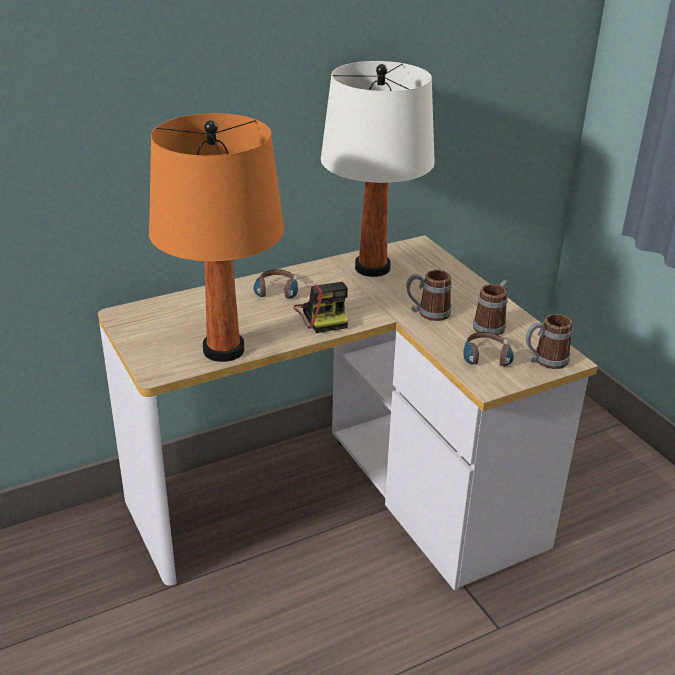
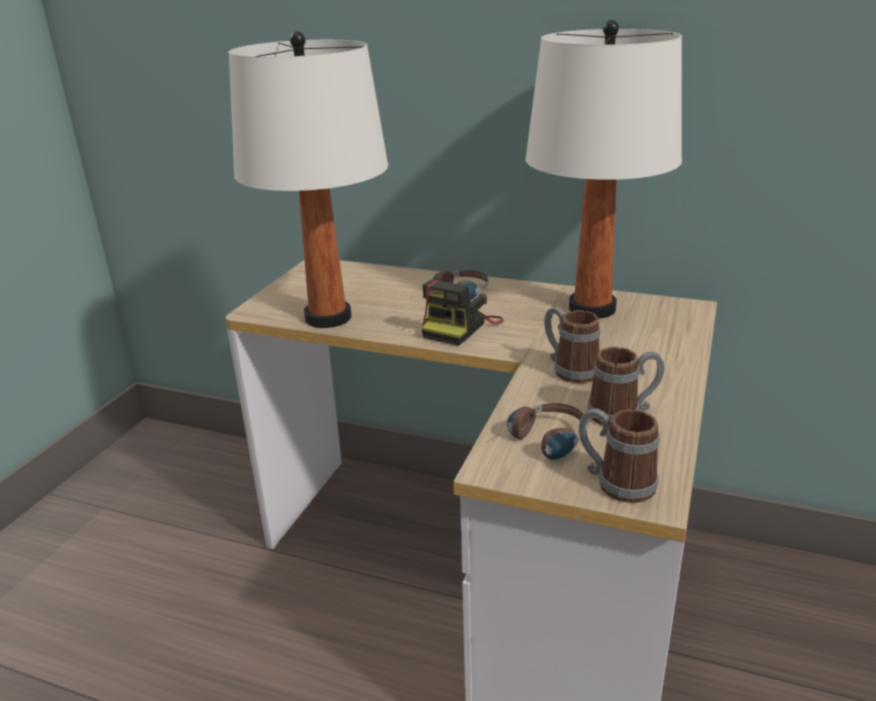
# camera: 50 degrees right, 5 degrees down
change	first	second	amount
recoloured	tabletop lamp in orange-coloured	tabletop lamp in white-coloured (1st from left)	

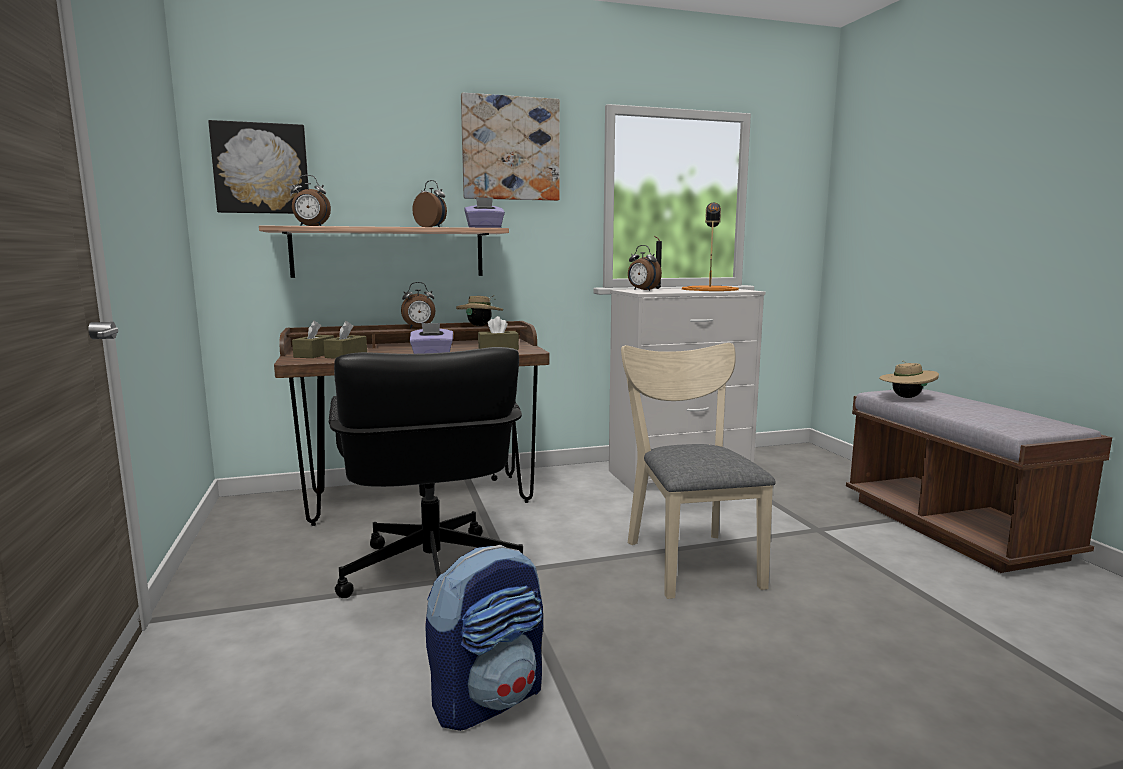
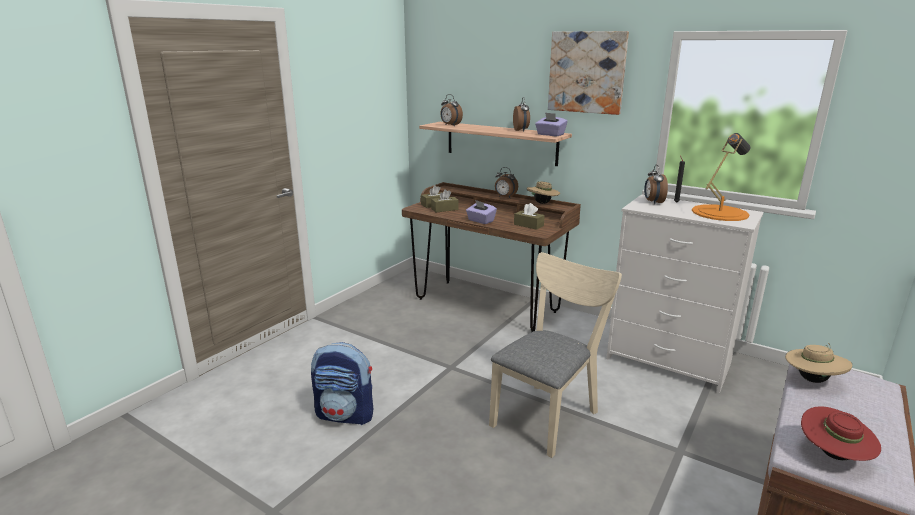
# camera: 50 degrees right, 10 degrees up
change	first	second	amount
removed	picture (1st from left)		
removed	desk chair in black-coloured		
added		clothing hat in red-coloured	

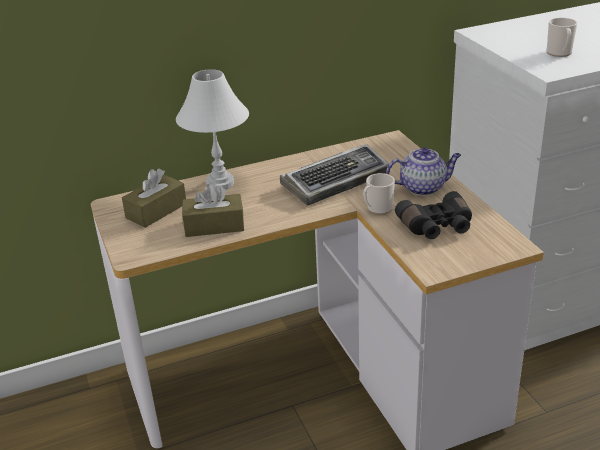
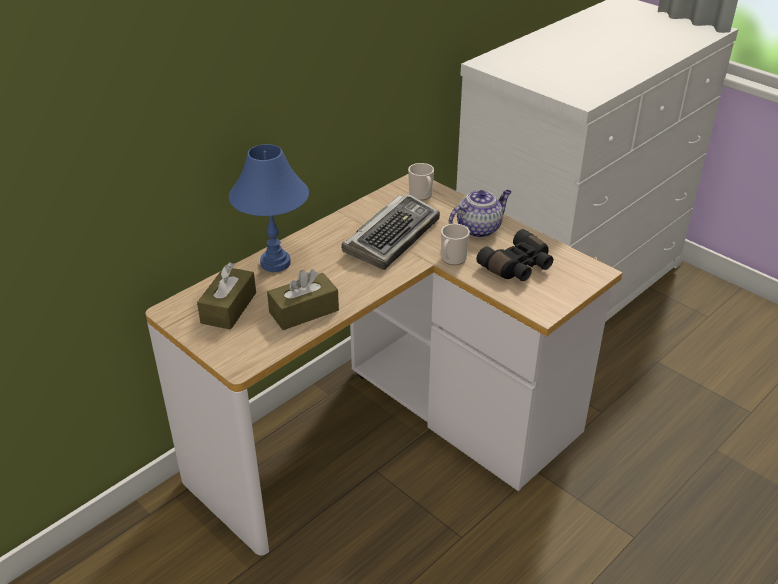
# camera: 25 degrees left, 5 degrees up
change	first	second	amount
moved	mug (2nd from left in the first image)	mug (1st from left)	
recoloured	tabletop lamp in white-coloured	tabletop lamp in bluish	

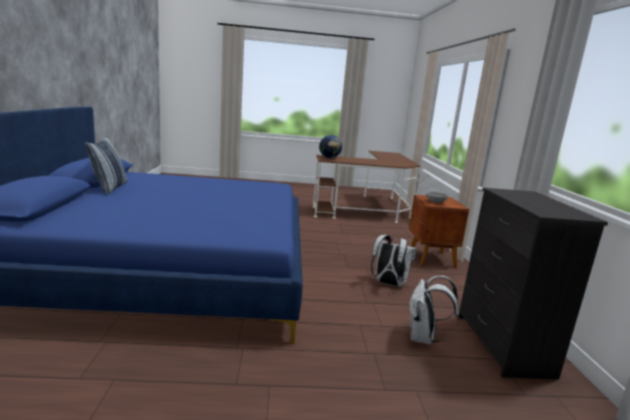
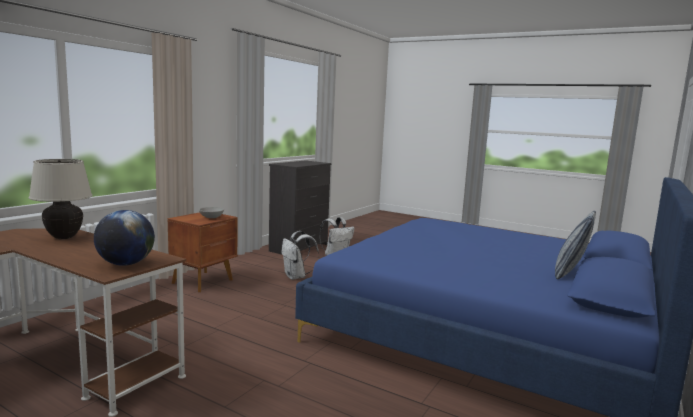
# camera: 145 degrees left, 5 degrees down
change	first	second	amount
added		tabletop lamp in beige	

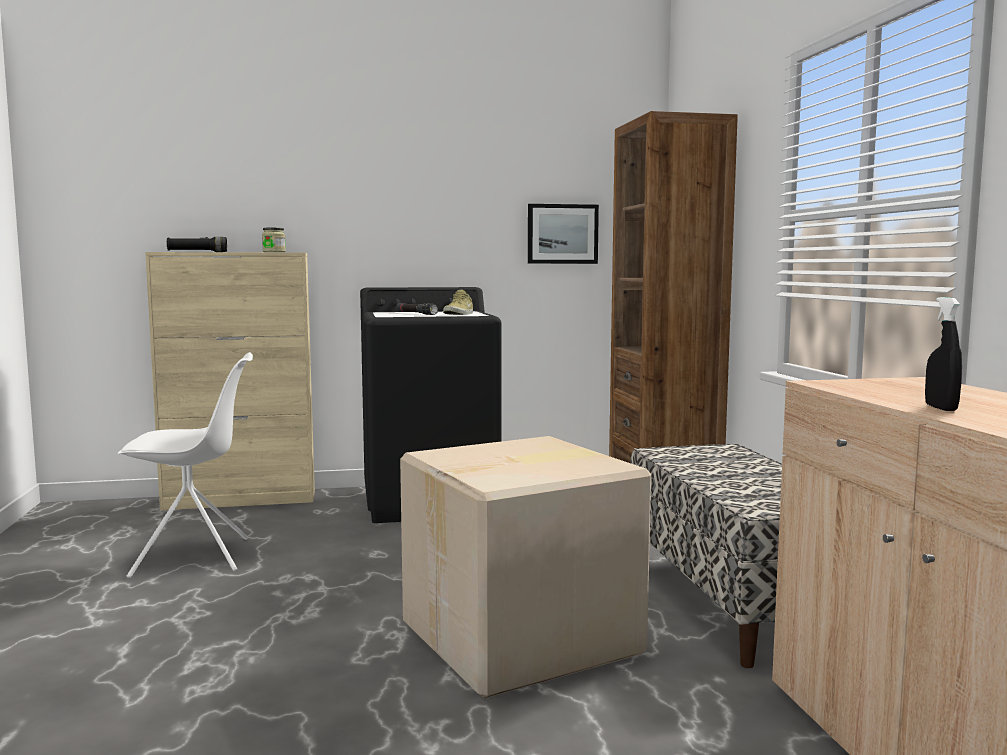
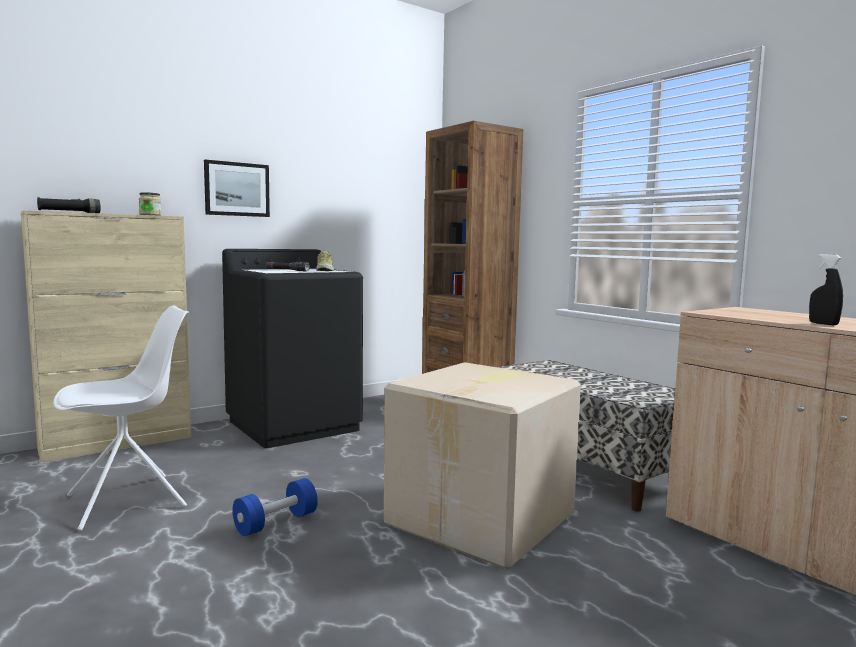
# camera: 25 degrees left, 0 degrees up
change	first	second	amount
added		dumbbell in bluish	
moved	picture		

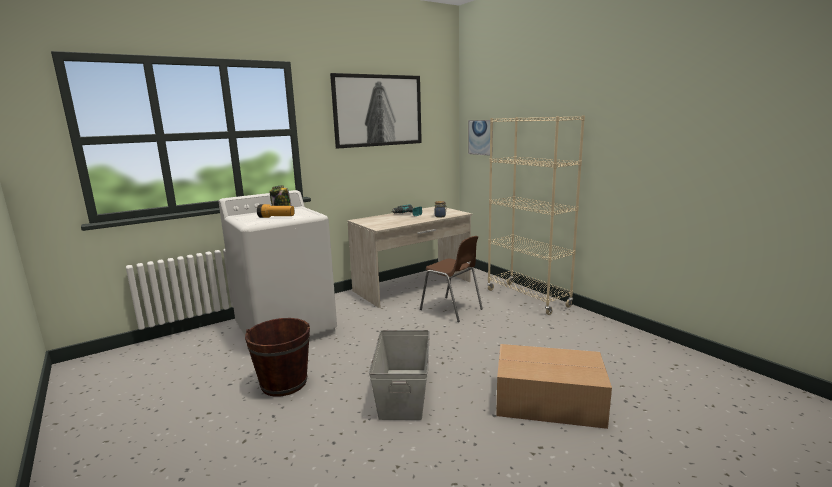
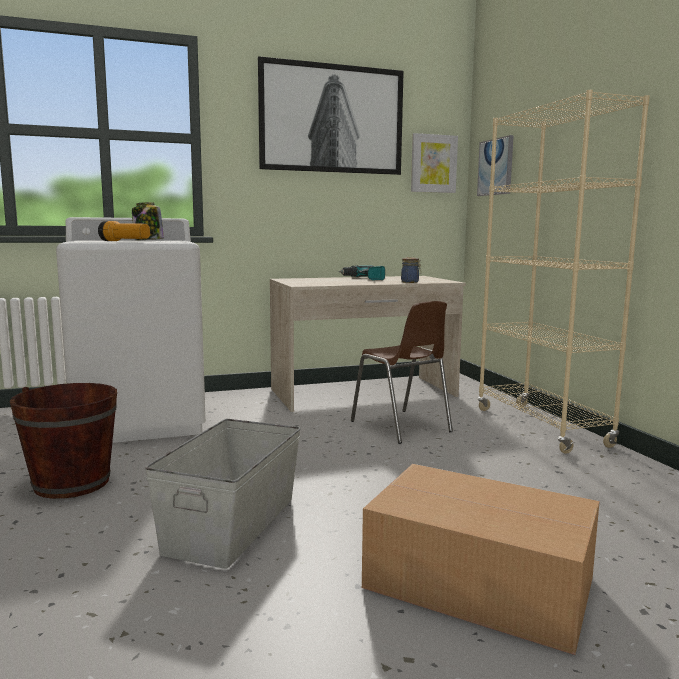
# camera: 15 degrees right, 5 degrees down
change	first	second	amount
added		picture (2nd from left)	

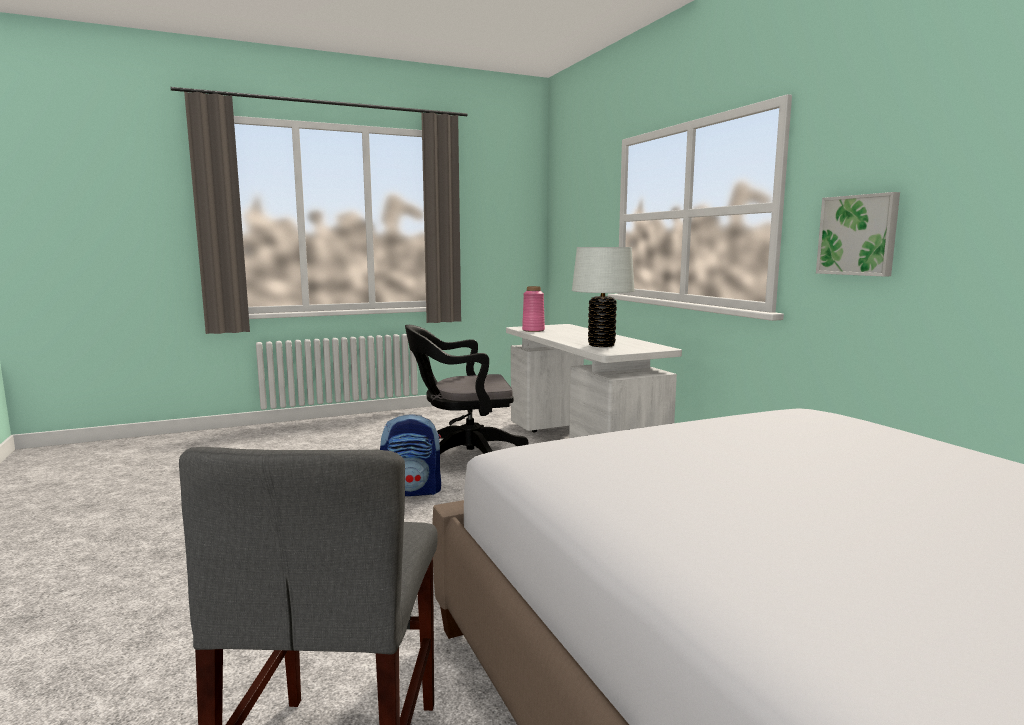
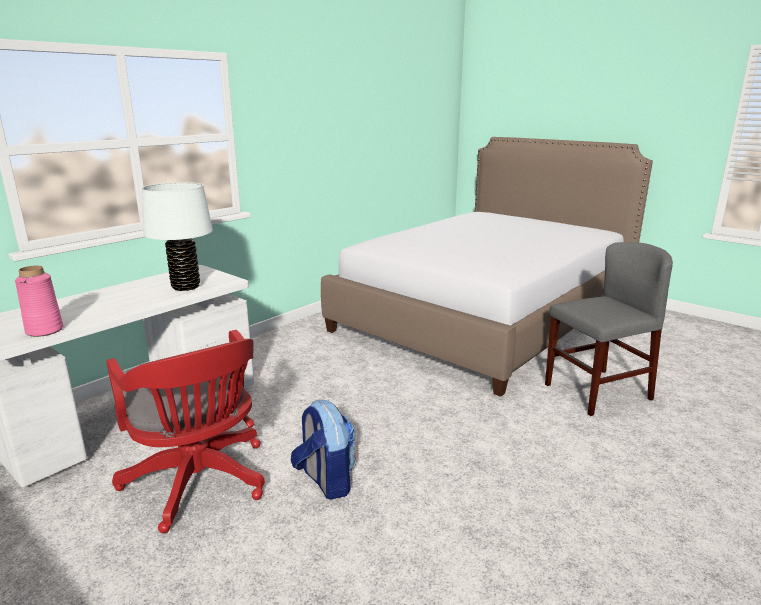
# camera: 115 degrees left, 10 degrees up
change	first	second	amount
removed	picture		
recoloured	desk chair in black-coloured	desk chair in red-coloured	

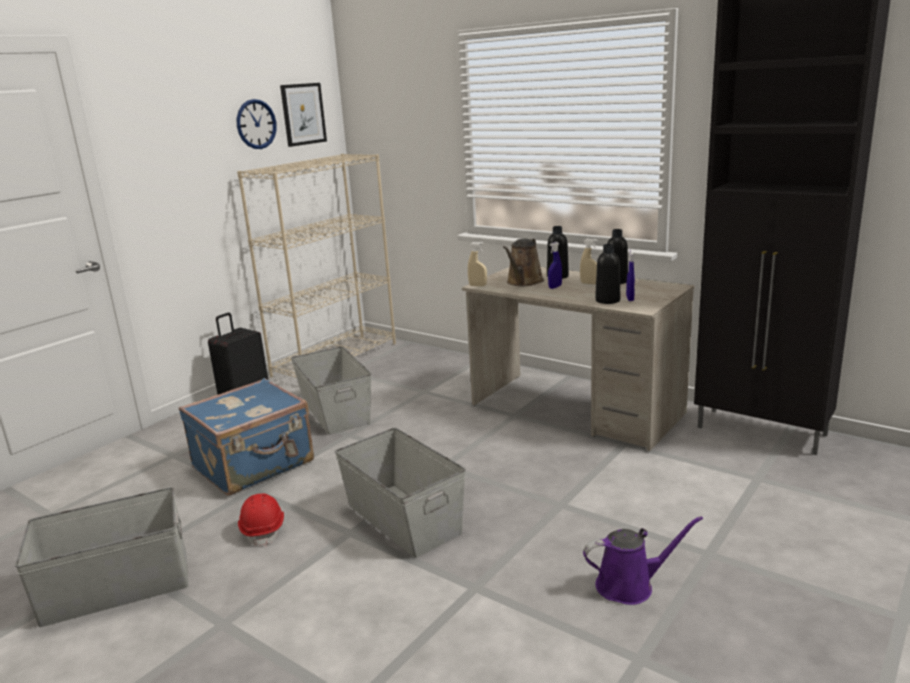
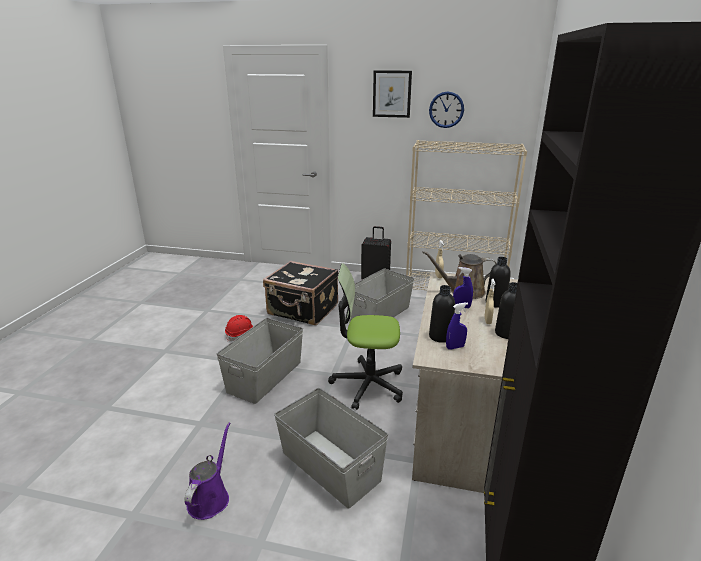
# camera: 65 degrees right, 5 degrees up
change	first	second	amount
added		desk chair	
moved	storage bin in greyish (1st from left in the first image)	storage bin in greyish (2nd from left)	
moved	picture		
recoloured	piece of luggage in bluish	piece of luggage in black-coloured (1st from left)	
turned	watering pot in purplish		135 degrees counterclockwise

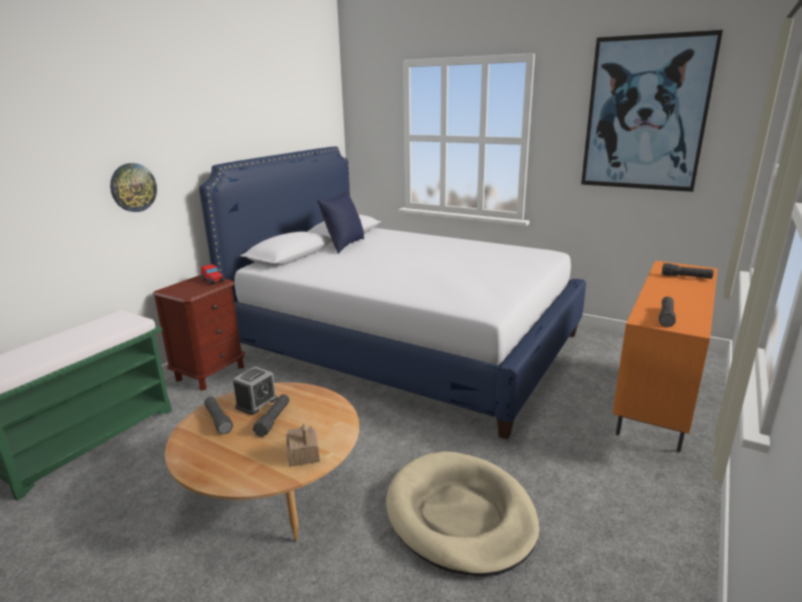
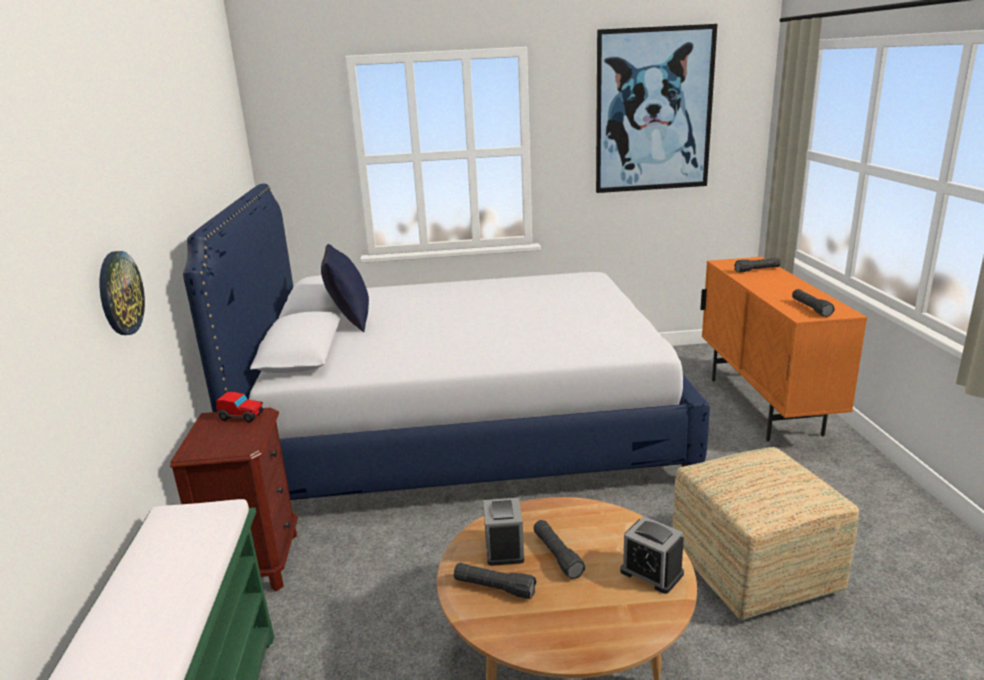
# camera: 35 degrees left, 0 degrees up
change	first	second	amount
replaced	miniature house	alarm clock (2nd from left)	
replaced	pet bed in beige	footrest	

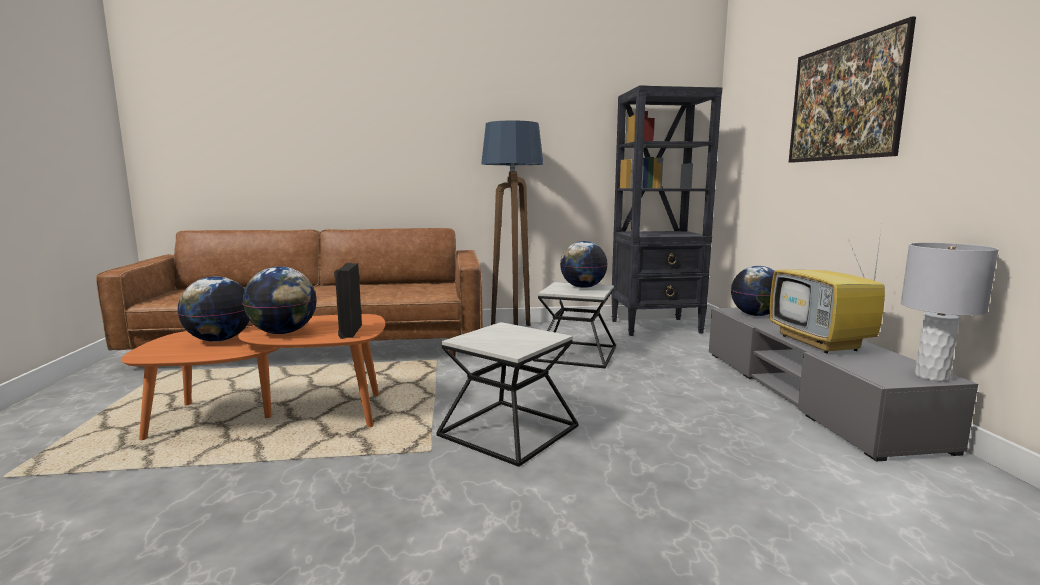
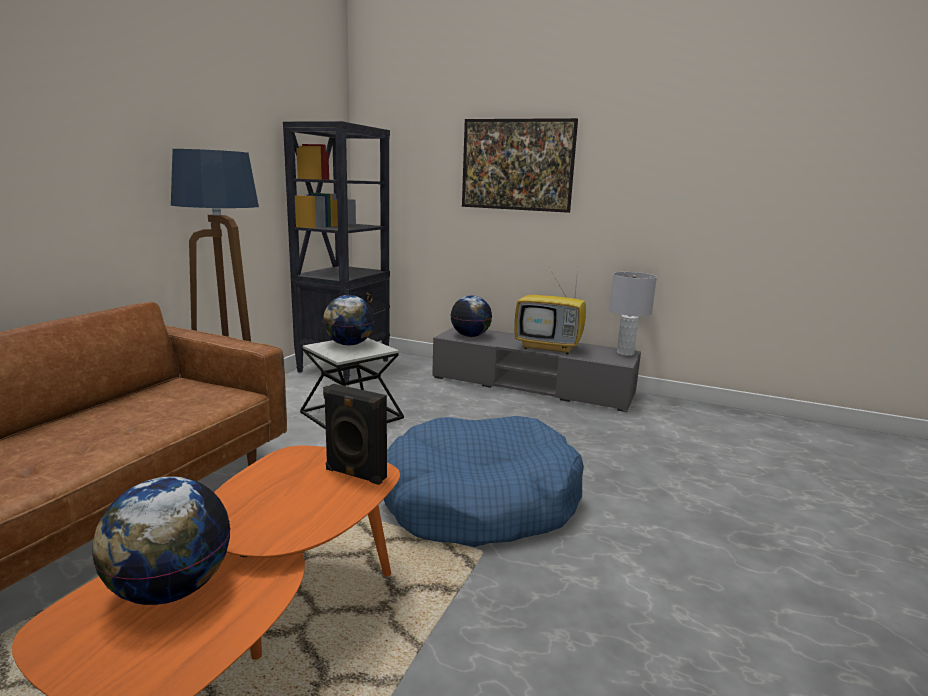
# camera: 60 degrees left, 5 degrees up
change	first	second	amount
removed	desk globe (2nd from left)		
replaced	side table (1st from left)	pet bed in bluish	

